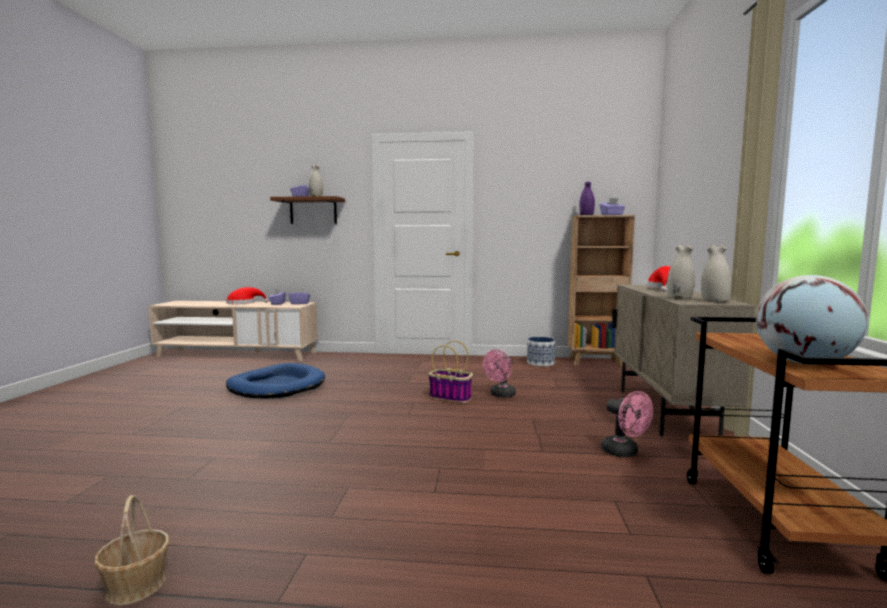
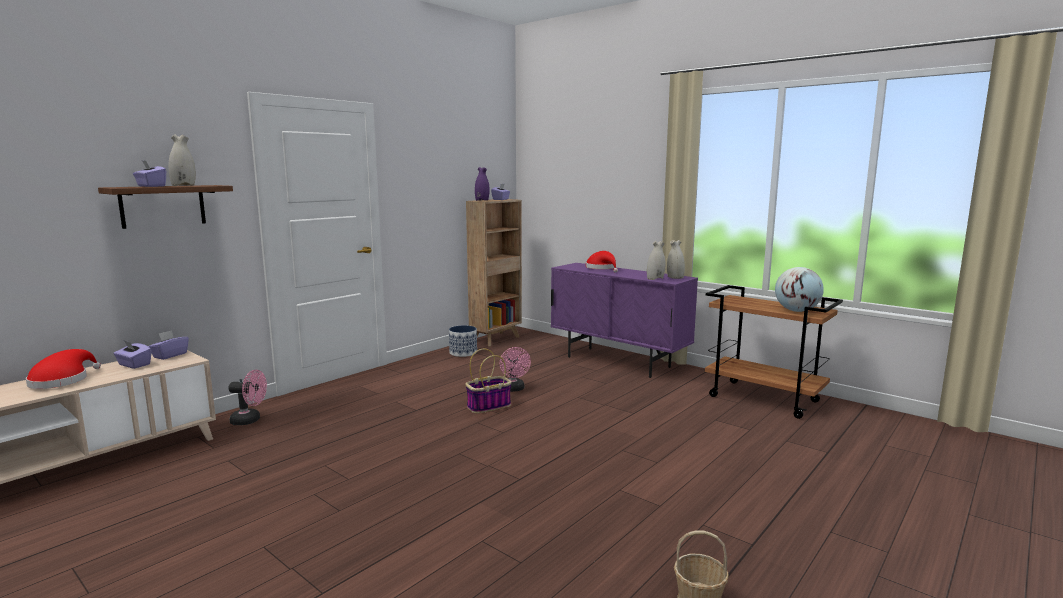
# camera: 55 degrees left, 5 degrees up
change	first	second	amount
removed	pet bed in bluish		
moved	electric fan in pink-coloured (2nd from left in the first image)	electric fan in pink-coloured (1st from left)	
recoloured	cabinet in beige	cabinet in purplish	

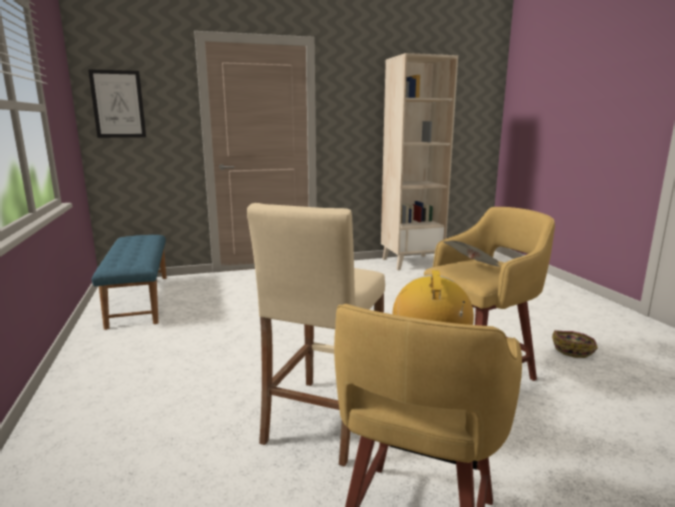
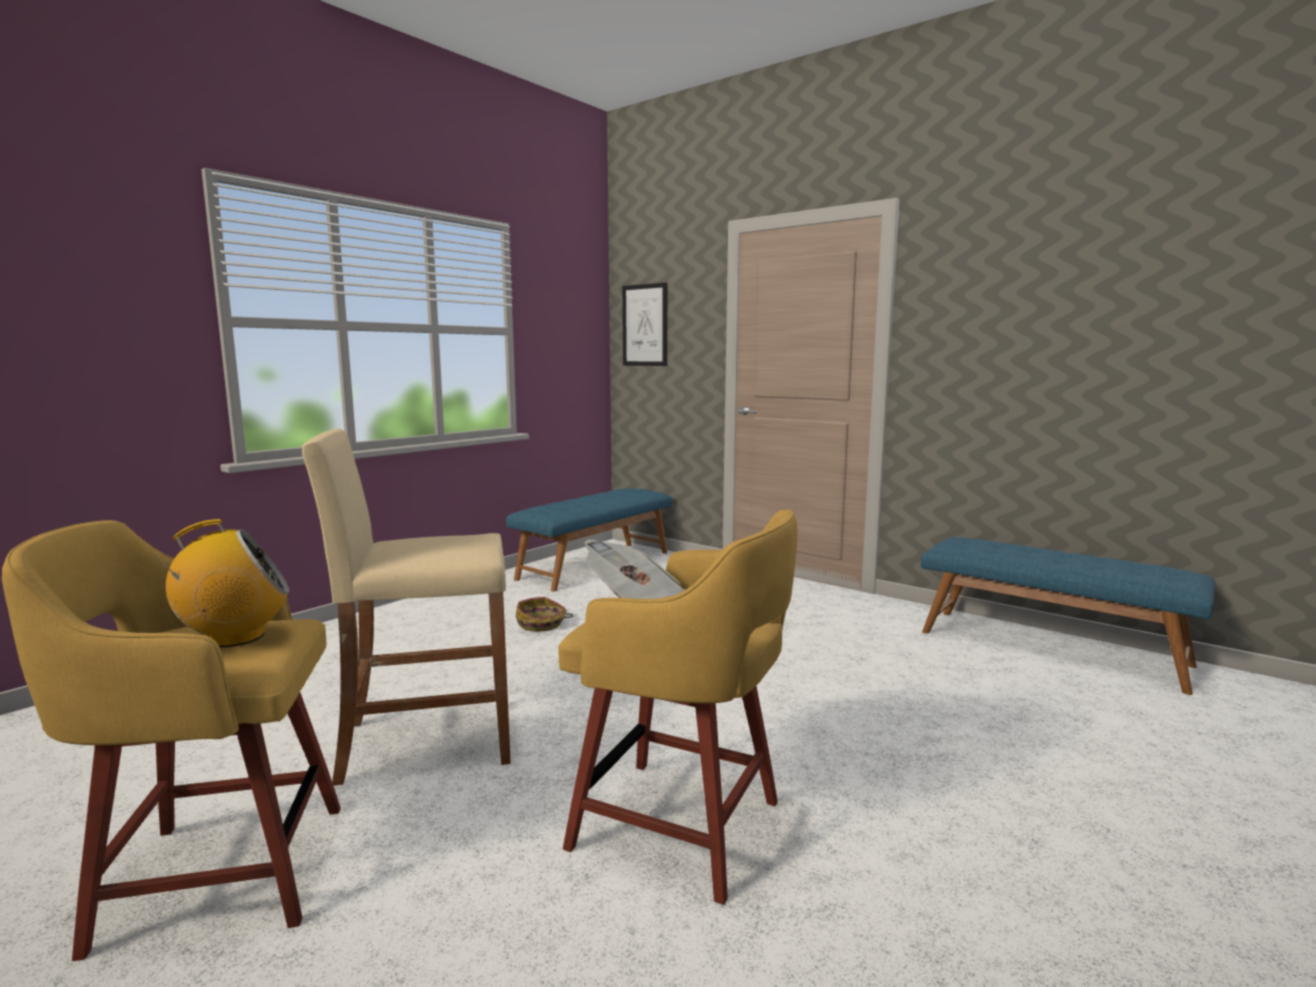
# camera: 55 degrees right, 5 degrees down
change	first	second	amount
moved	household basket		
replaced	bookshelf in beige	long seat in bluish (2nd from left)	

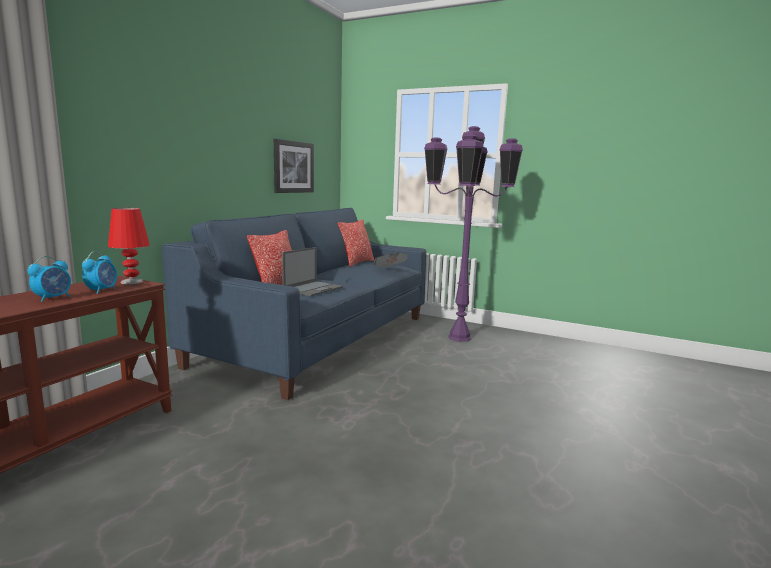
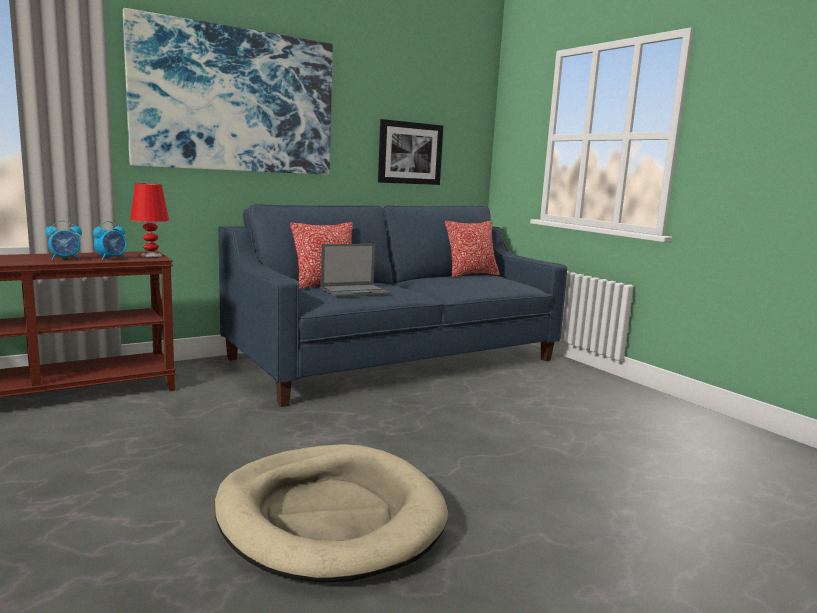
# camera: 30 degrees right, 0 degrees up
change	first	second	amount
removed	daily paper		
removed	floor lamp in purplish		
added		picture (1st from left)	
added		pet bed in beige	

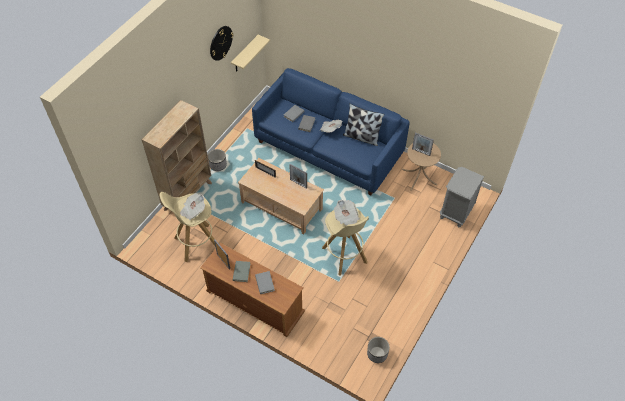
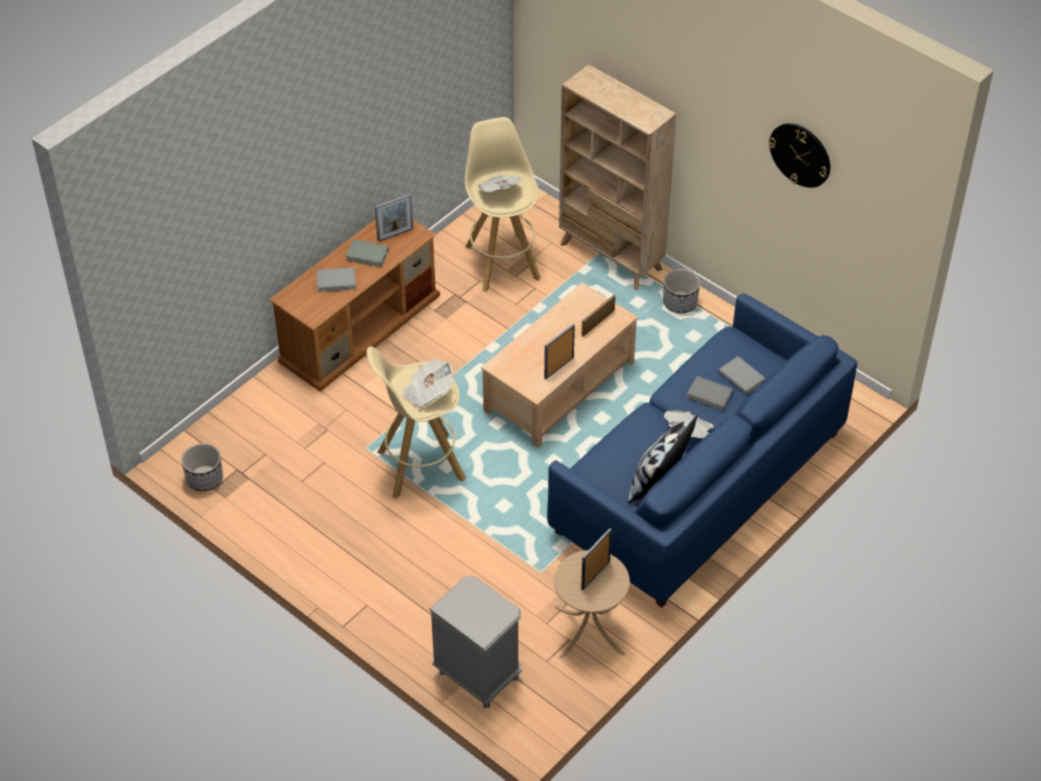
# camera: 100 degrees right, 5 degrees down
change	first	second	amount
removed	bracket shelf in beige		

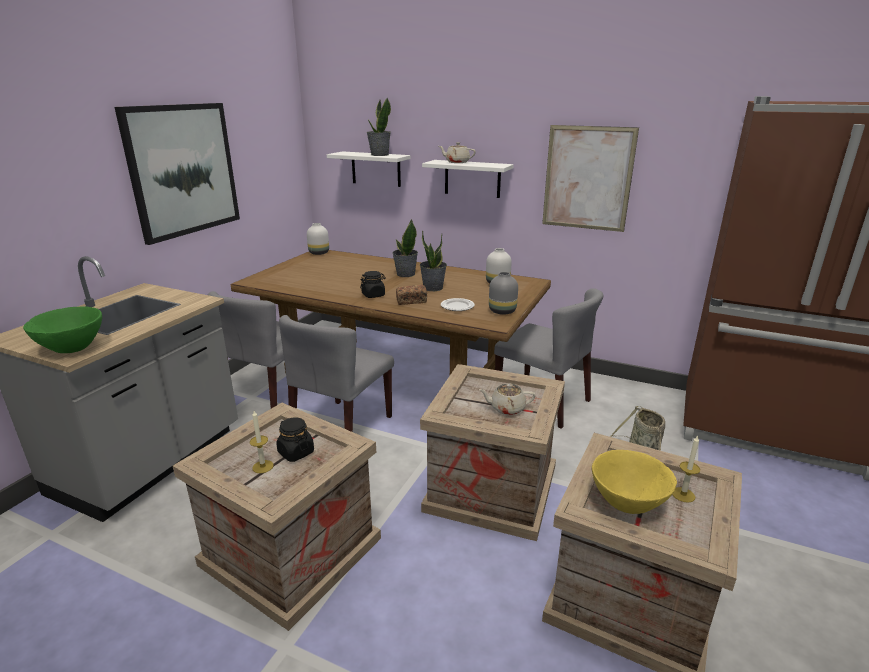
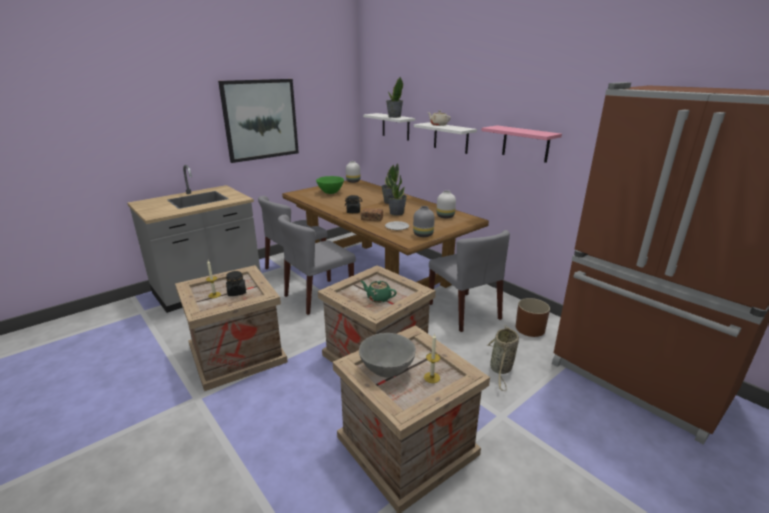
# camera: 25 degrees right, 0 degrees up
change	first	second	amount
added		flower pot in brown	
moved	serving bowl in green-coloured		
replaced	picture (2nd from left)	bracket shelf in pink-coloured	
recoloured	tea pot in beige (2nd from left)	tea pot in green-coloured	
recoloured	serving bowl in yellowish	serving bowl in greyish	

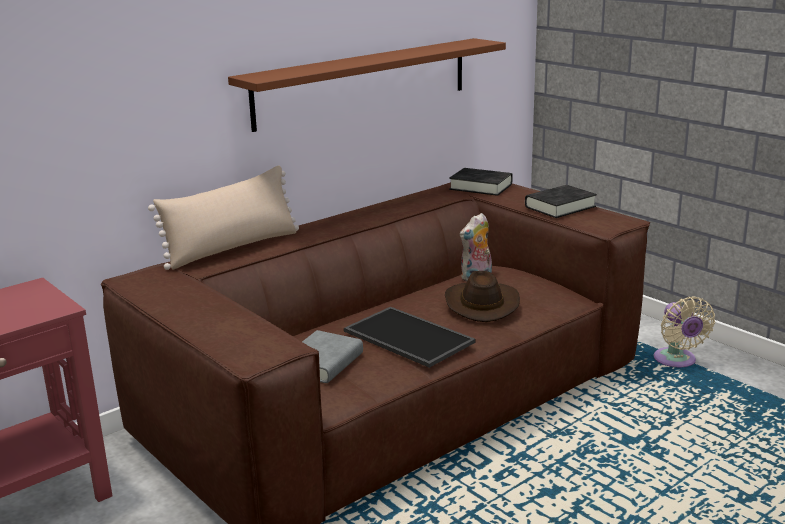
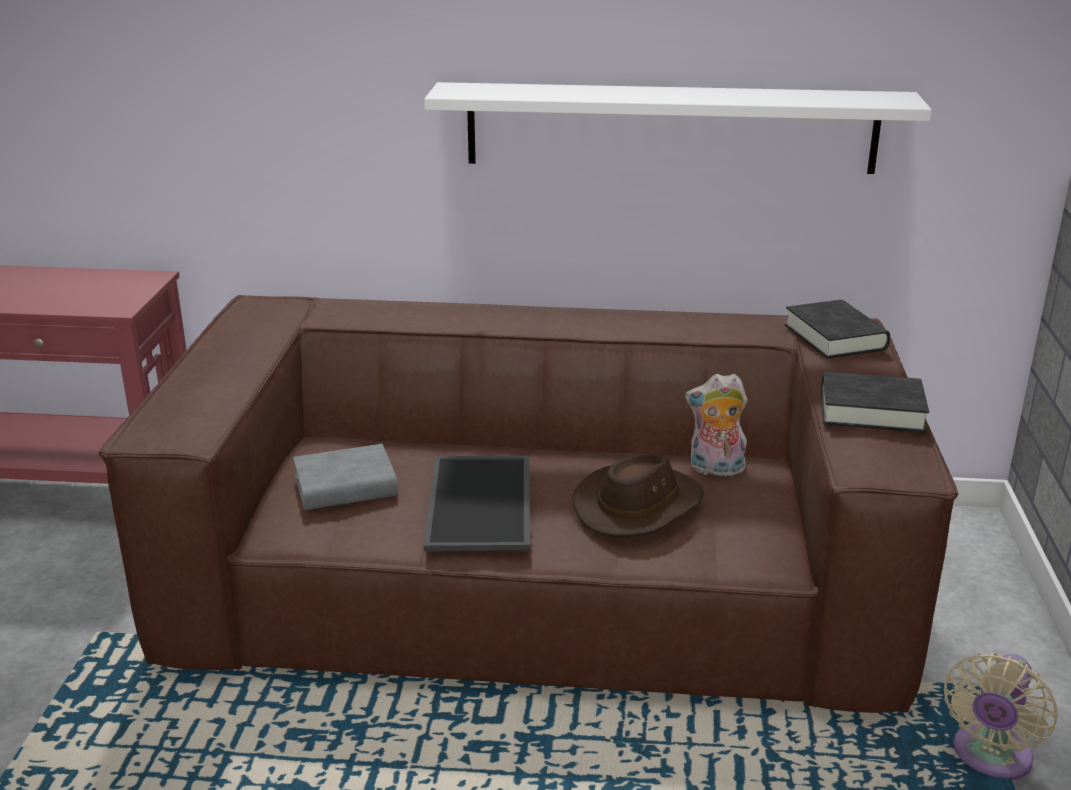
# camera: 45 degrees right, 5 degrees up
change	first	second	amount
removed	throw pillow in beige		
recoloured	bracket shelf in brown	bracket shelf in white-coloured	

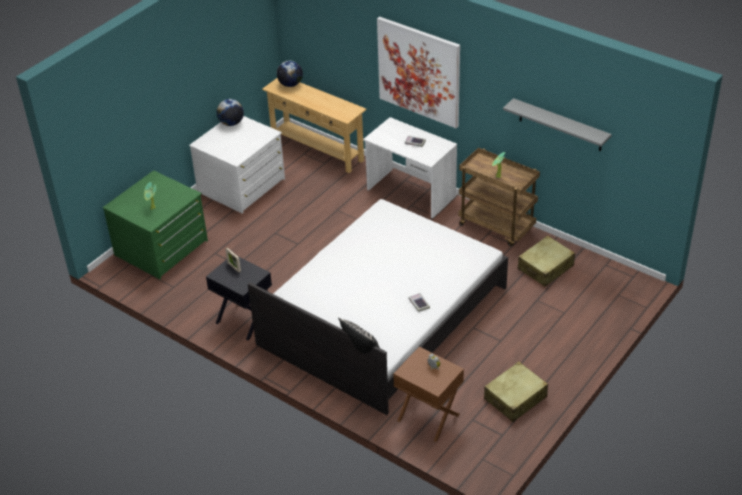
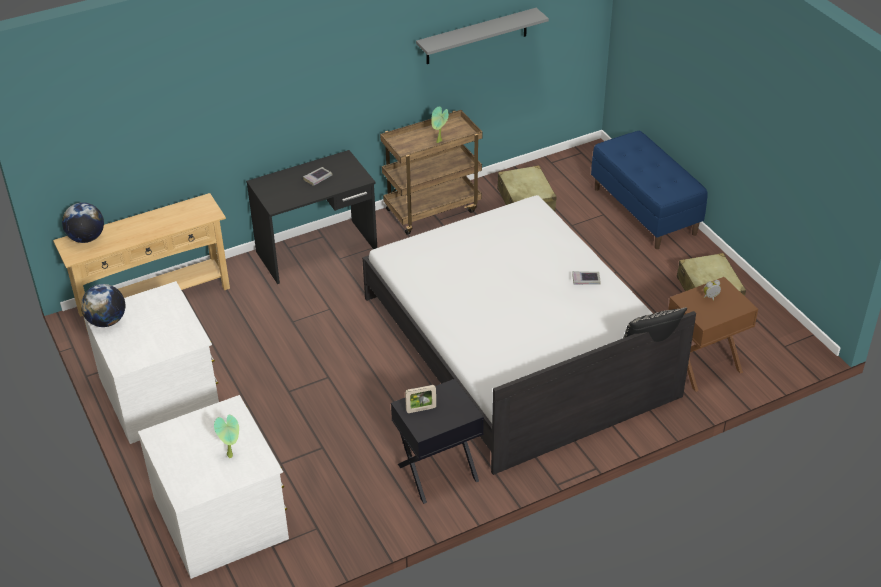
# camera: 65 degrees left, 0 degrees up
change	first	second	amount
removed	picture		
added		long seat in bluish	
recoloured	dresser in green-coloured	dresser in white-coloured (2nd from left)	
recoloured	desk in white-coloured	desk in black-coloured	

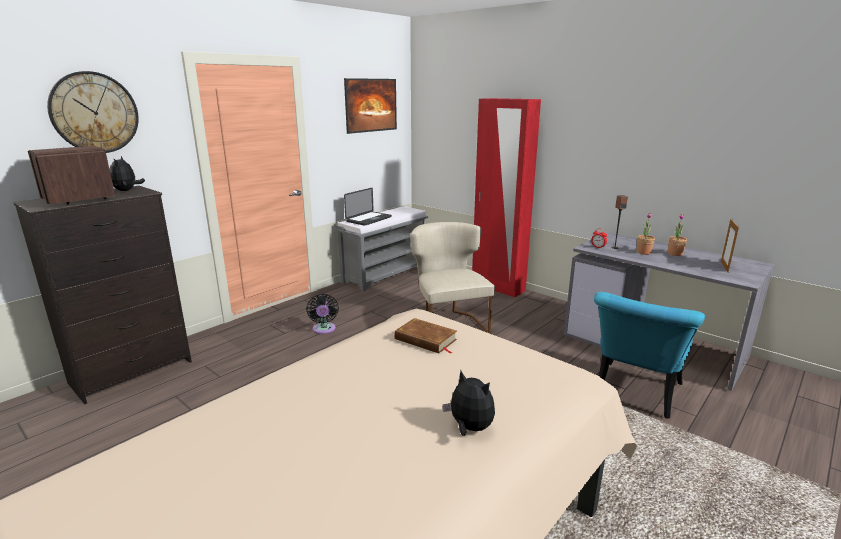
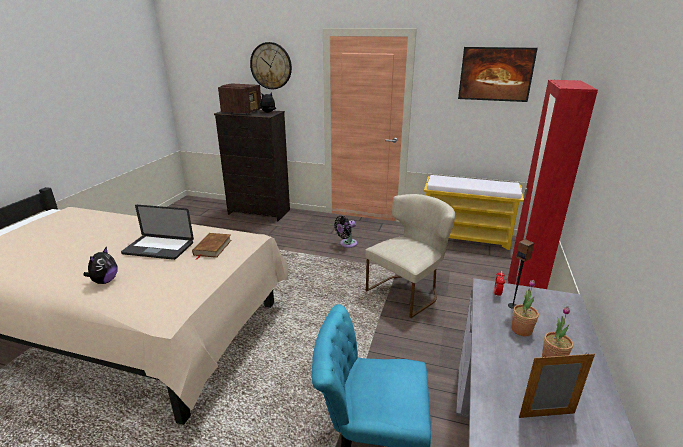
# camera: 65 degrees right, 5 degrees up
change	first	second	amount
moved	notebook computer		
recoloured	long seat in greyish	long seat in yellowish	

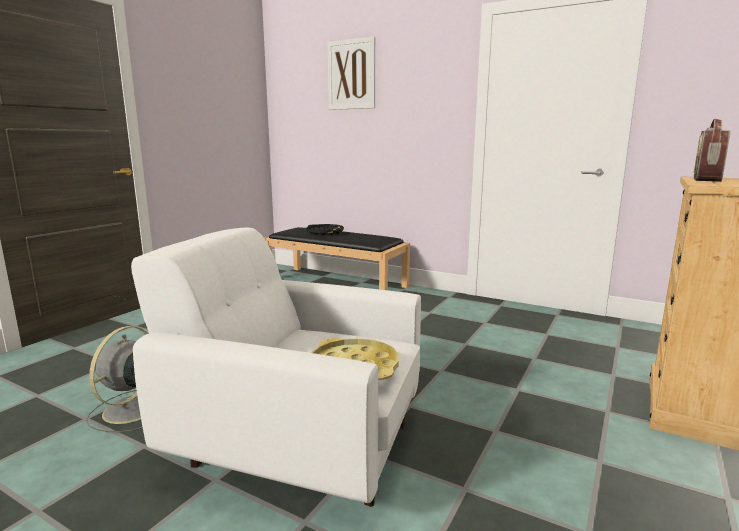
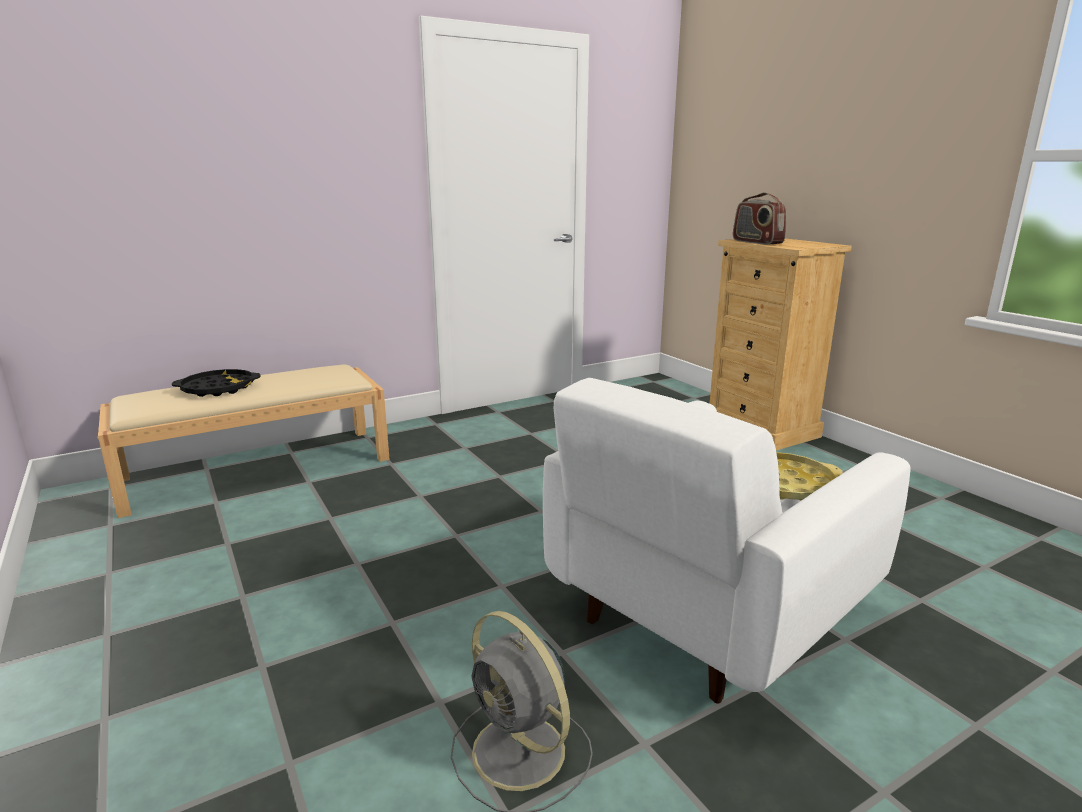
# camera: 60 degrees left, 5 degrees up
change	first	second	amount
removed	picture		
recoloured	long seat in black-coloured	long seat in beige	

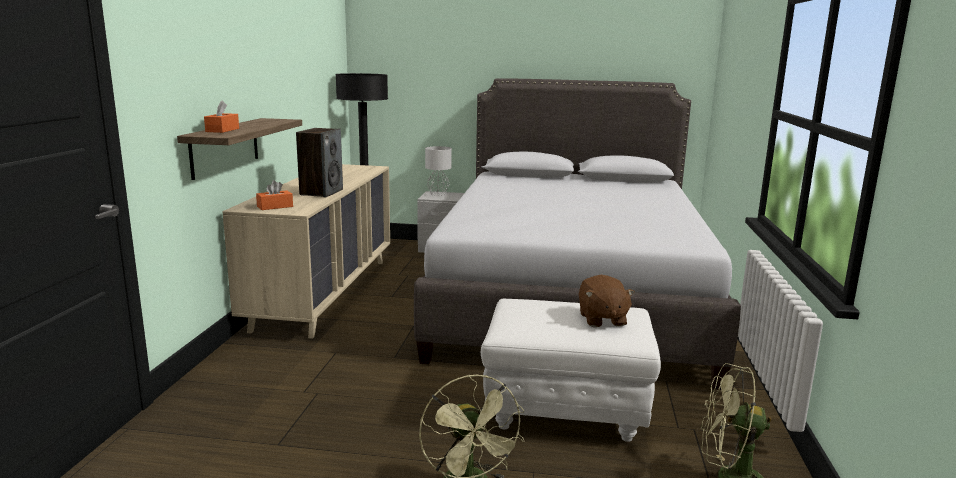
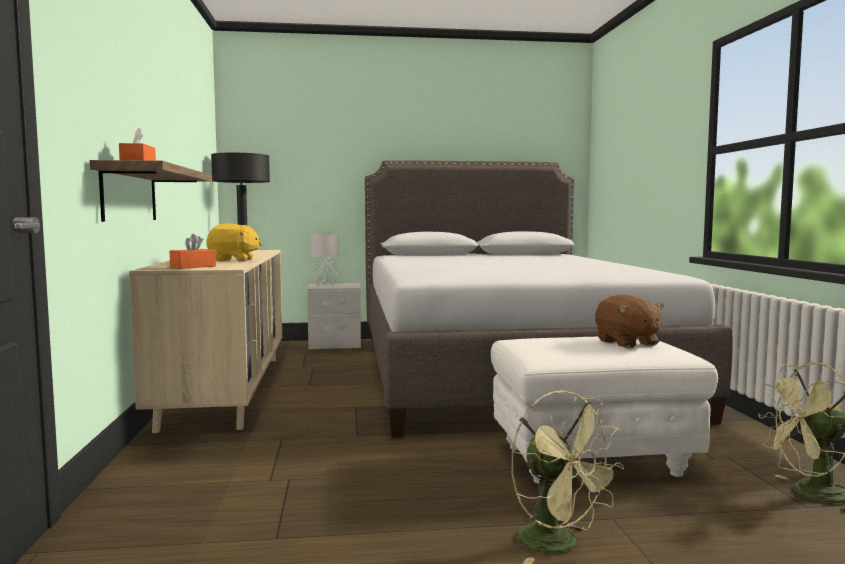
# camera: 15 degrees left, 10 degrees down
change	first	second	amount
replaced	loudspeaker	soft toy in yellowish	

